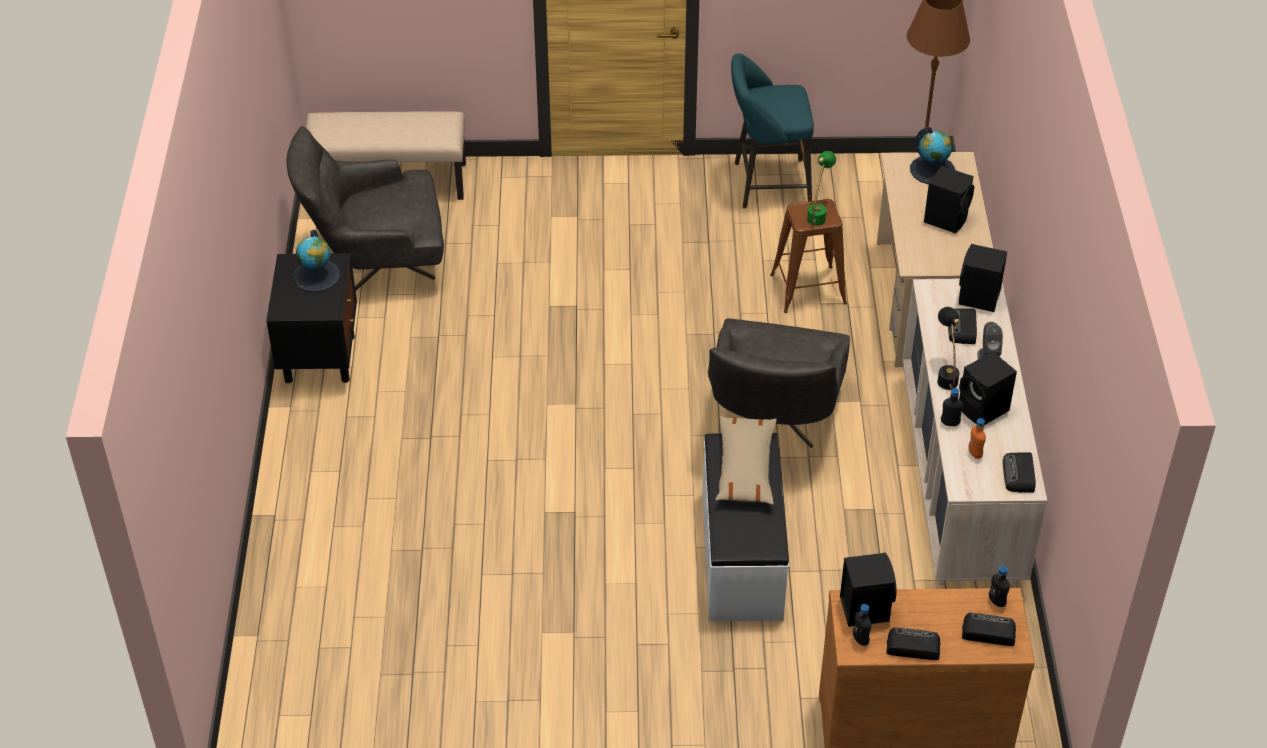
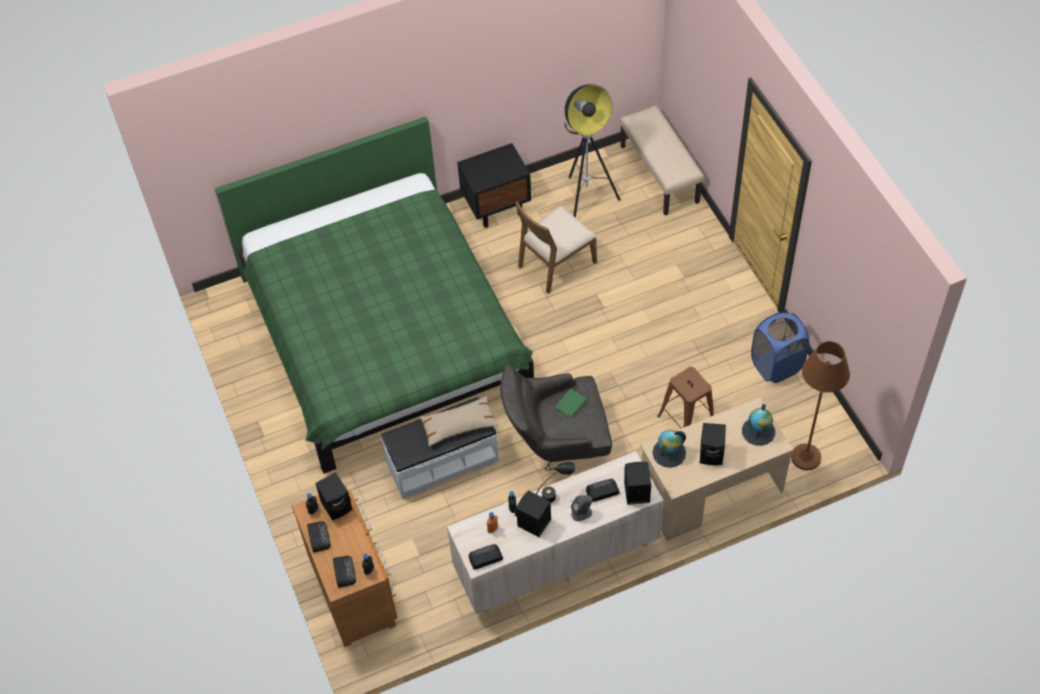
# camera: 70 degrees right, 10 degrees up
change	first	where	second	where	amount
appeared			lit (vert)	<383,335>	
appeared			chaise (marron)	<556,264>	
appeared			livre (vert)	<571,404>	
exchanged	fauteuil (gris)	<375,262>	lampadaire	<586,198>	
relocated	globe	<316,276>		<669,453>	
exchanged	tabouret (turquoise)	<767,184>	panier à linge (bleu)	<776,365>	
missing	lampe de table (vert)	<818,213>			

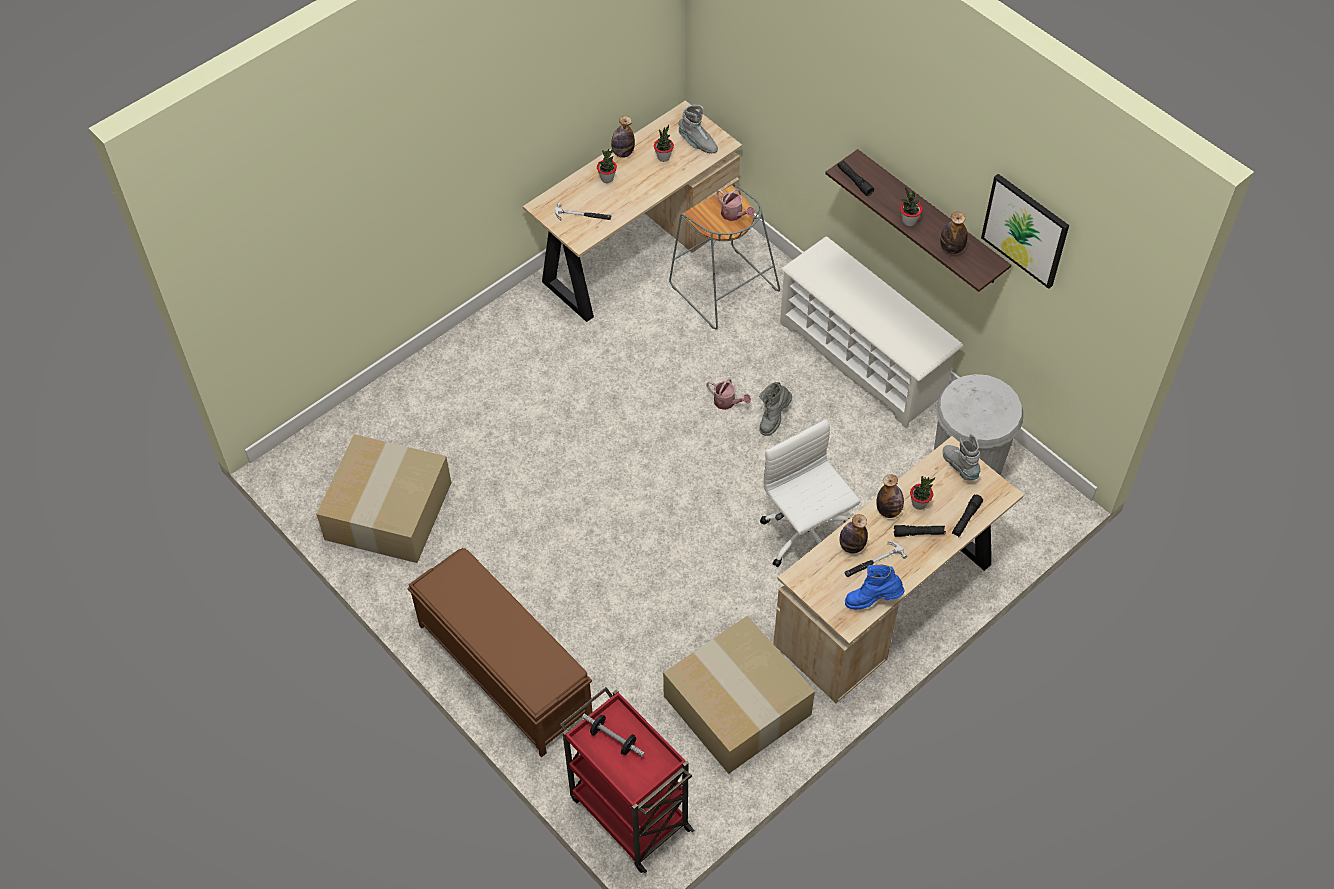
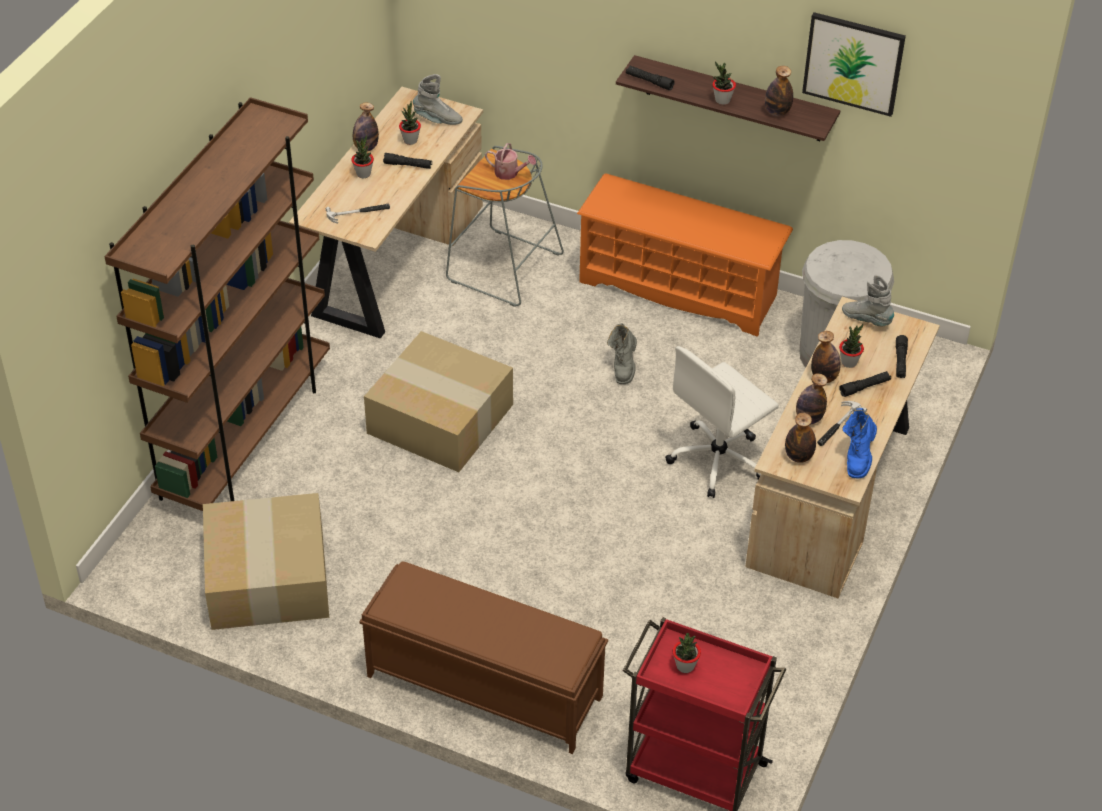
# camera: 25 degrees left, 10 degrees down
change	first	where	second	where	amount
appeared			bibliothèque (marron)	<246,435>	
relocated	carton	<734,705>		<438,419>	
appeared			lampe de poche (noir)	<408,165>	
colour	étagère à chaussures (blanc)	<863,358>	étagère à chaussures (orange)	<679,289>	
spun	chaise de bureau (blanc)	<806,536>		<719,460>	75 degrees counterclockwise
exchanged	haltère	<613,739>	plante en pot	<685,666>	
appeared			bouteille	<798,456>	
spun	botte (bleu)	<872,600>		<858,458>	45 degrees counterclockwise
missing	arrosoir	<727,402>			

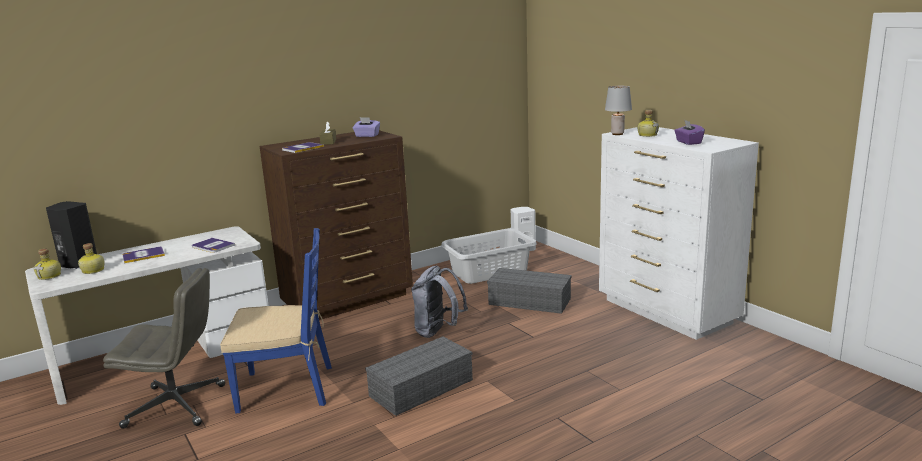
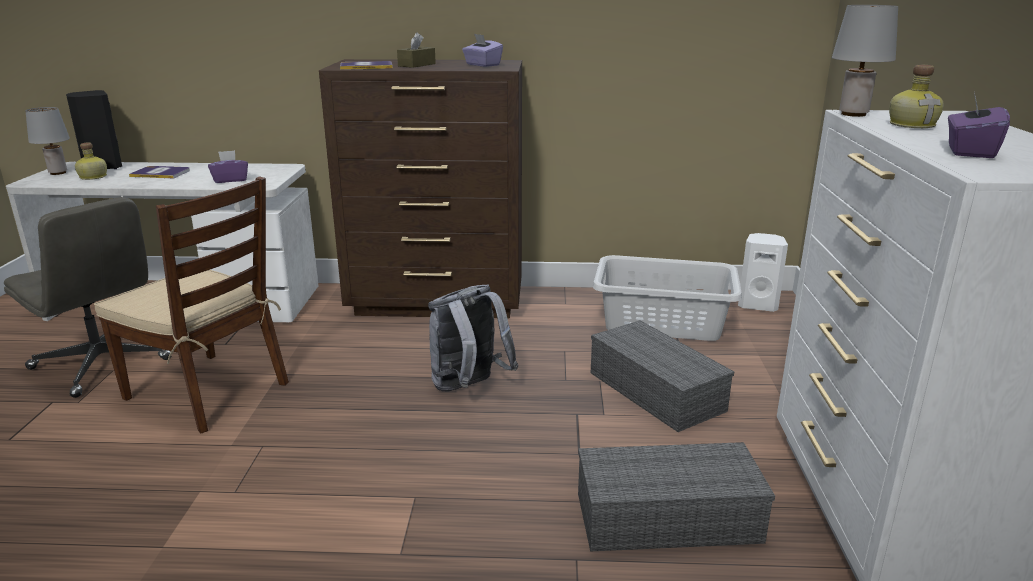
# camera: 35 degrees right, 5 degrees up
change	first	where	second	where	amount
exchanged	bouteille	<50,276>	lampe de table (gris)	<58,173>	
colour	chaise (bleu)	<287,388>	chaise (marron)	<208,391>	
exchanged	livre	<213,246>	boîte à mouchoirs (violet)	<230,180>	
relocated	boîte de rangement (gris)	<422,387>		<669,516>	

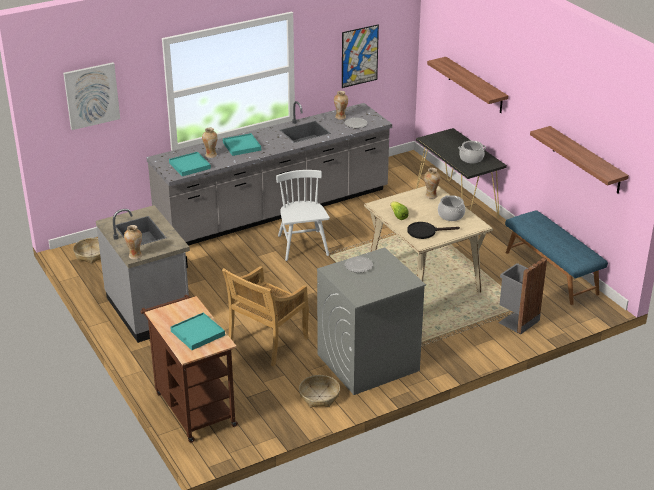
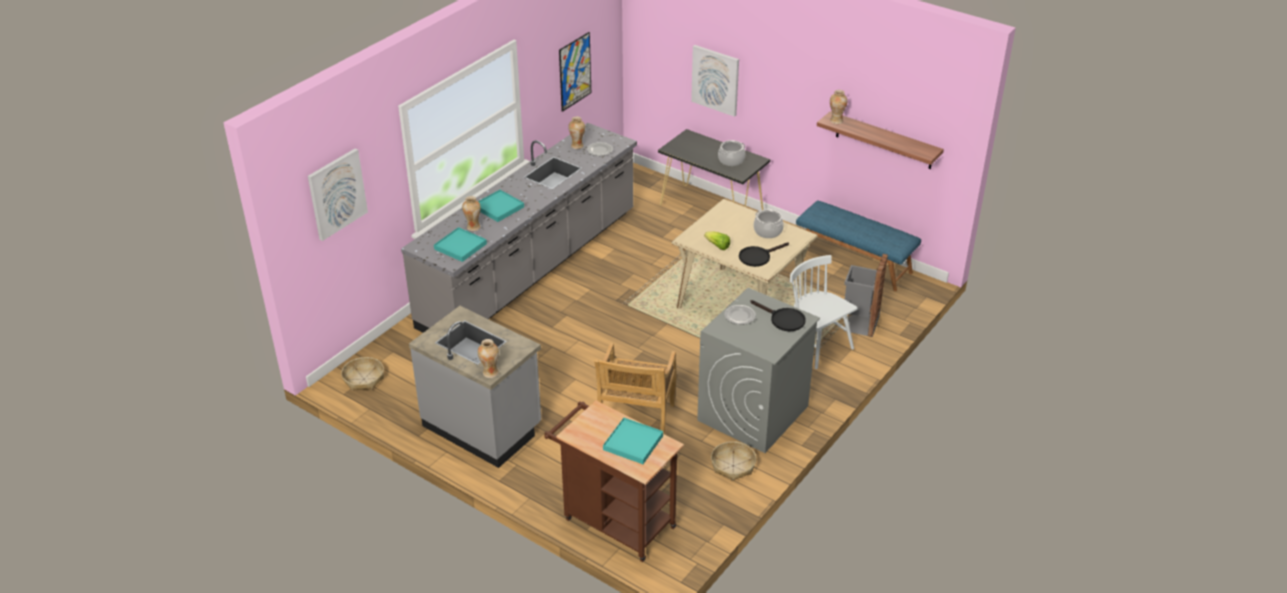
# camera: 25 degrees left, 5 degrees up
change	first	where	second	where	amount
exchanged	étagère	<475,85>	tableau	<715,80>	
appeared			poêle (noir)	<783,319>	
relocated	chaise (blanc)	<303,246>		<816,345>	
relocated	vase	<431,196>		<836,121>	

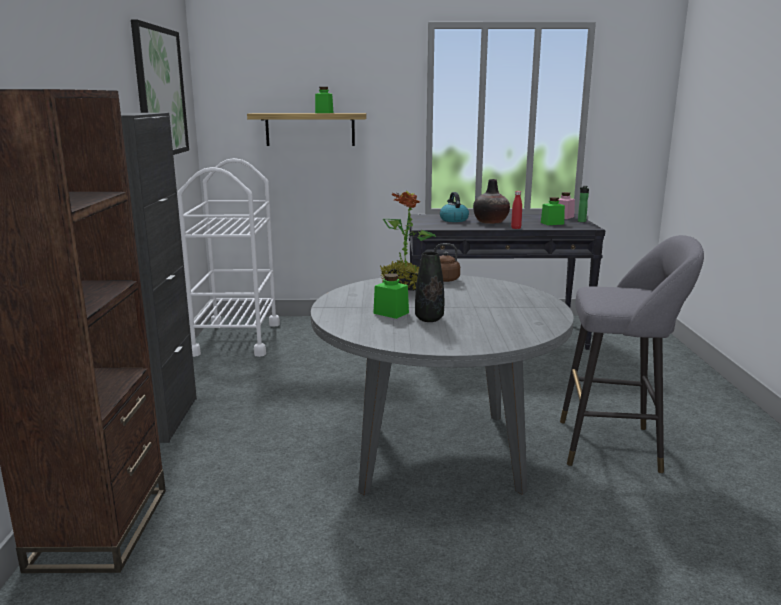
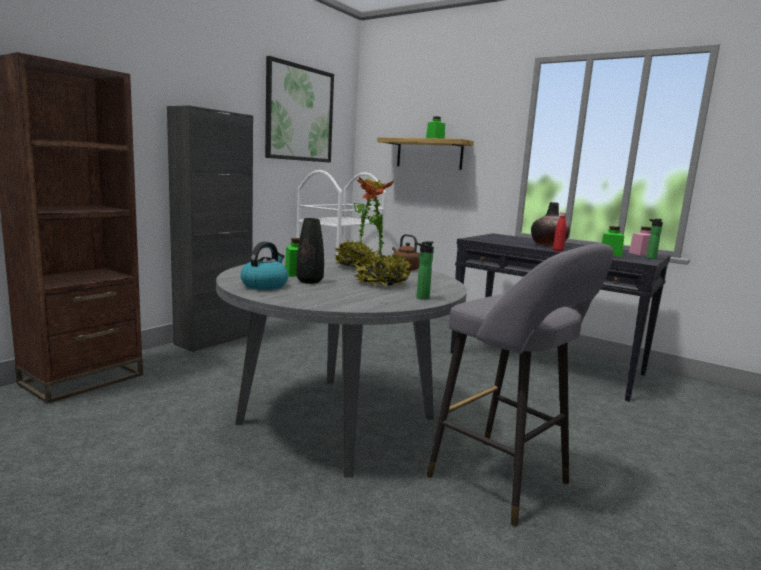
# camera: 35 degrees right, 5 degrees down
change	first	where	second	where	amount
relocated	bouilloire	<453,220>		<265,285>	
appeared			plante en pot	<382,283>	
appeared			bouteille	<420,298>	

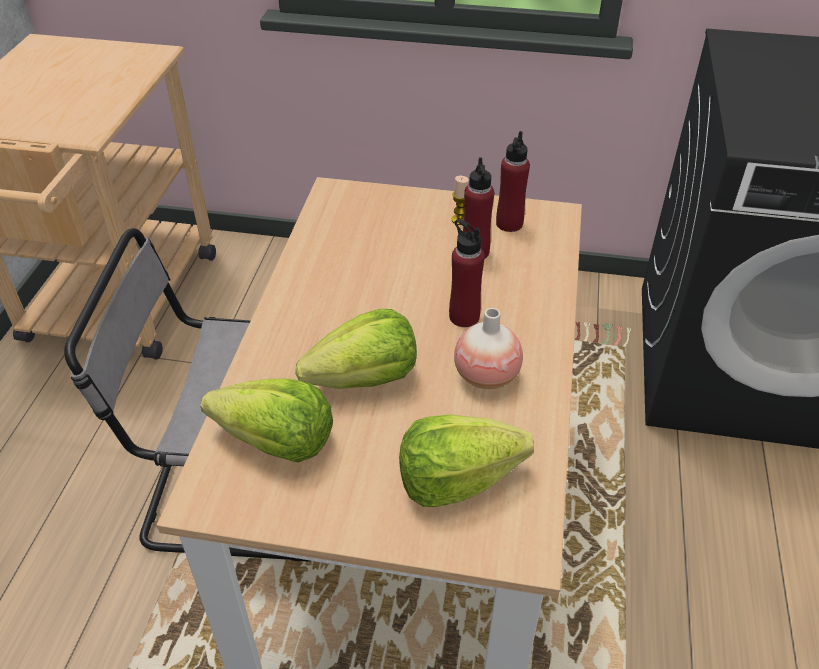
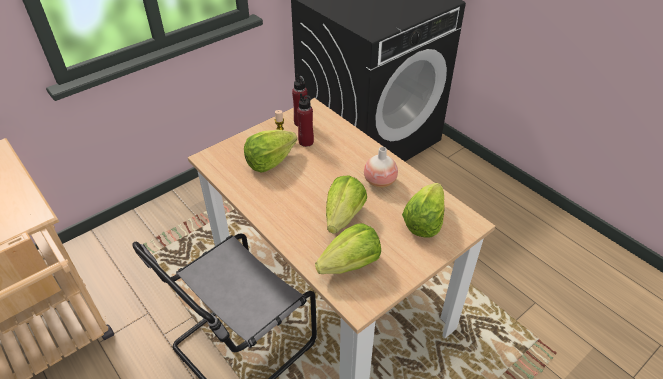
# camera: 50 degrees left, 0 degrees up
change	first	where	second	where	amount
appeared			laitue	<270,161>	
missing	bouteille (rouge)	<464,316>			

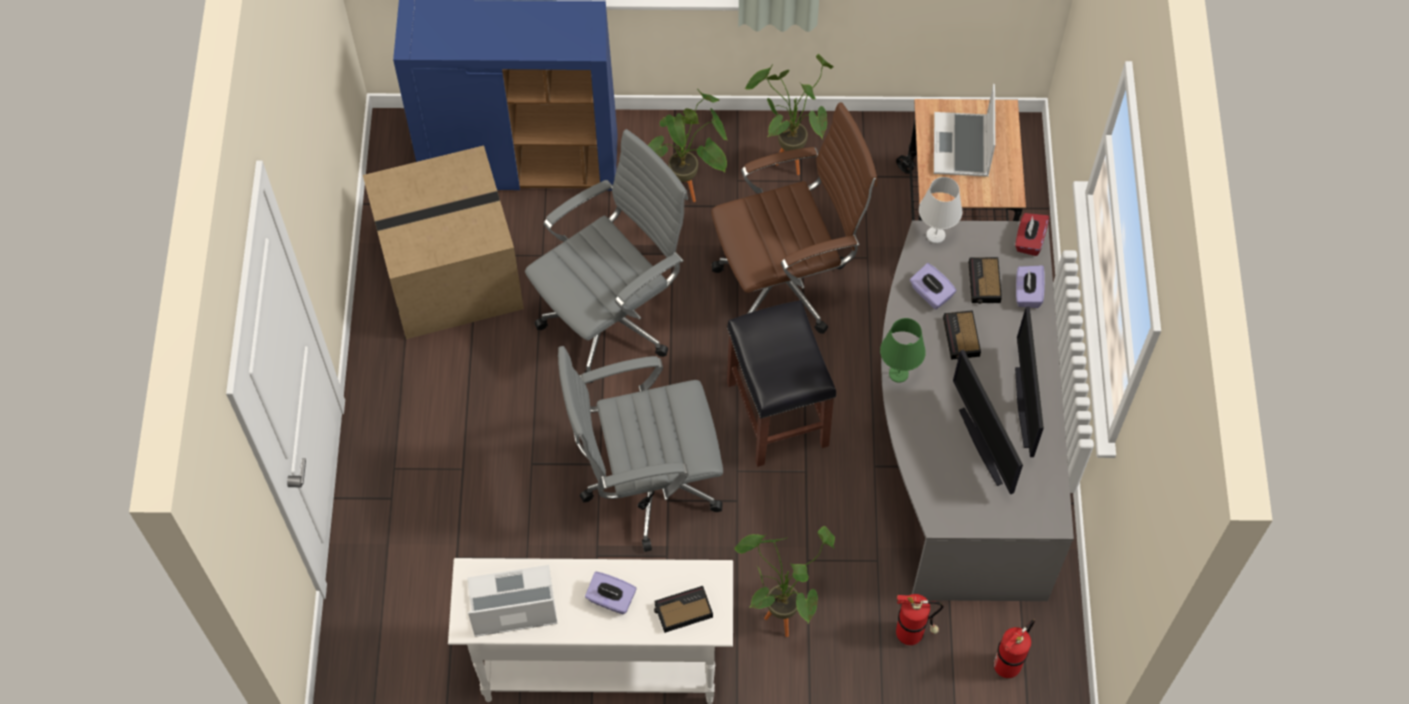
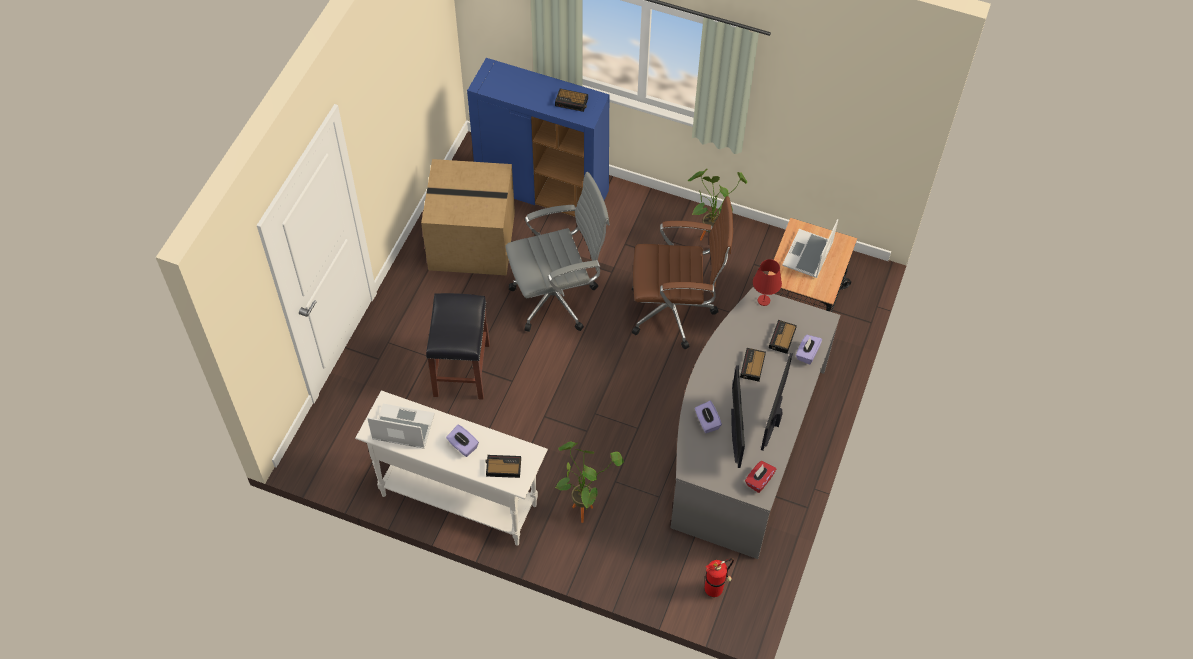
# camera: 20 degrees right, 5 degrees down
change	first	where	second	where	amount
relocated	tabouret (noir)	<776,413>		<461,369>	
appeared			réveil	<572,102>	
relocated	boîte à mouchoirs (violet)	<930,294>		<707,422>	
relocated	boîte à mouchoirs (rouge)	<1029,240>		<759,480>	
colour	lampe de table (blanc)	<935,235>	lampe de table (rouge)	<764,300>	
missing	chaise de bureau (gris)	<645,485>			
missing	plante en pot	<691,192>			
missing	lampe de table (vert)	<898,373>			
missing	extincteur	<912,634>			

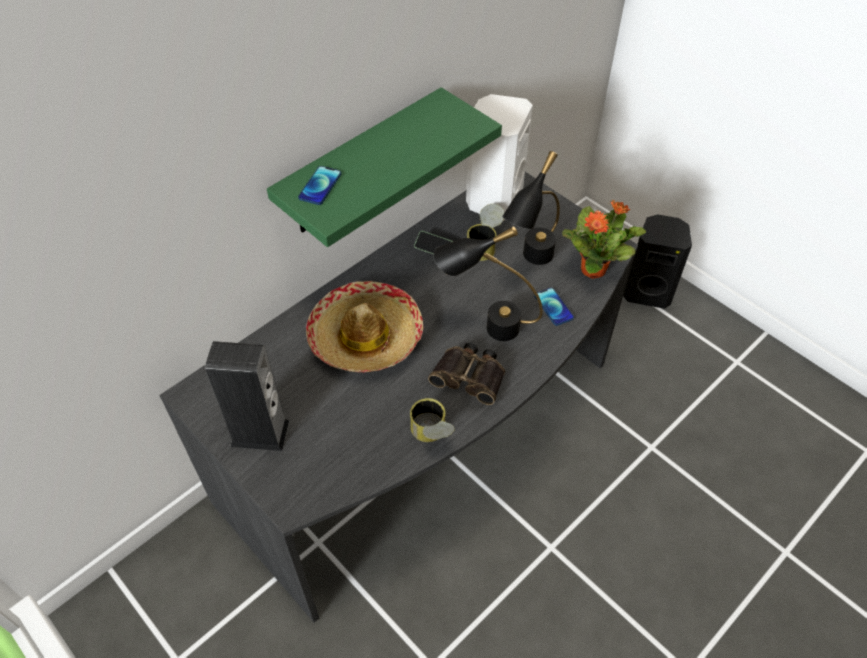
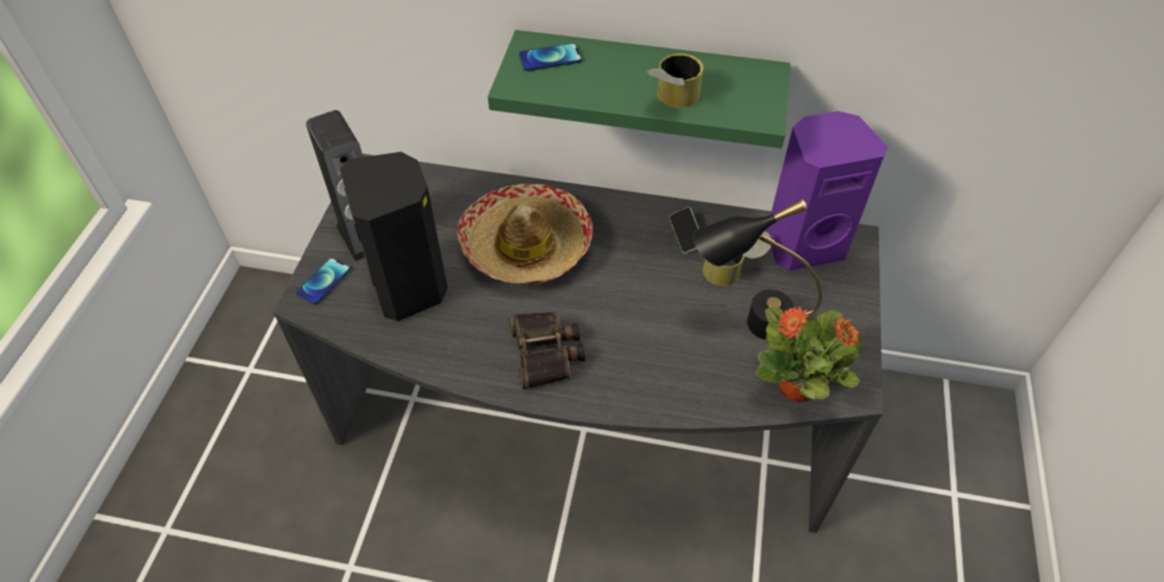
# camera: 55 degrees right, 0 degrees up
change	first	where	second	where	amount
relocated	téléphone	<553,307>		<324,281>	
relocated	enceinte (noir)	<647,292>		<411,287>	
relocated	boîte métallique	<431,436>		<671,101>	
colour	enceinte (blanc)	<493,200>	enceinte (violet)	<803,243>	
missing	lampe de table (noir)	<486,326>			

